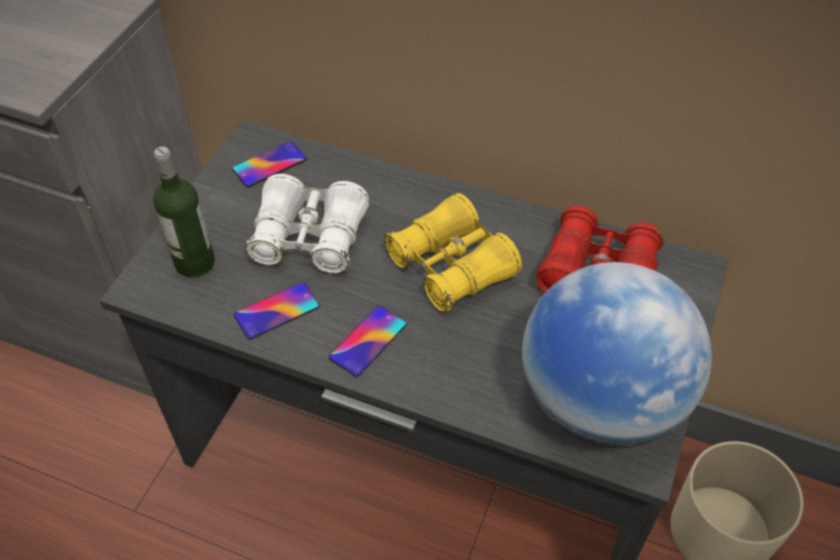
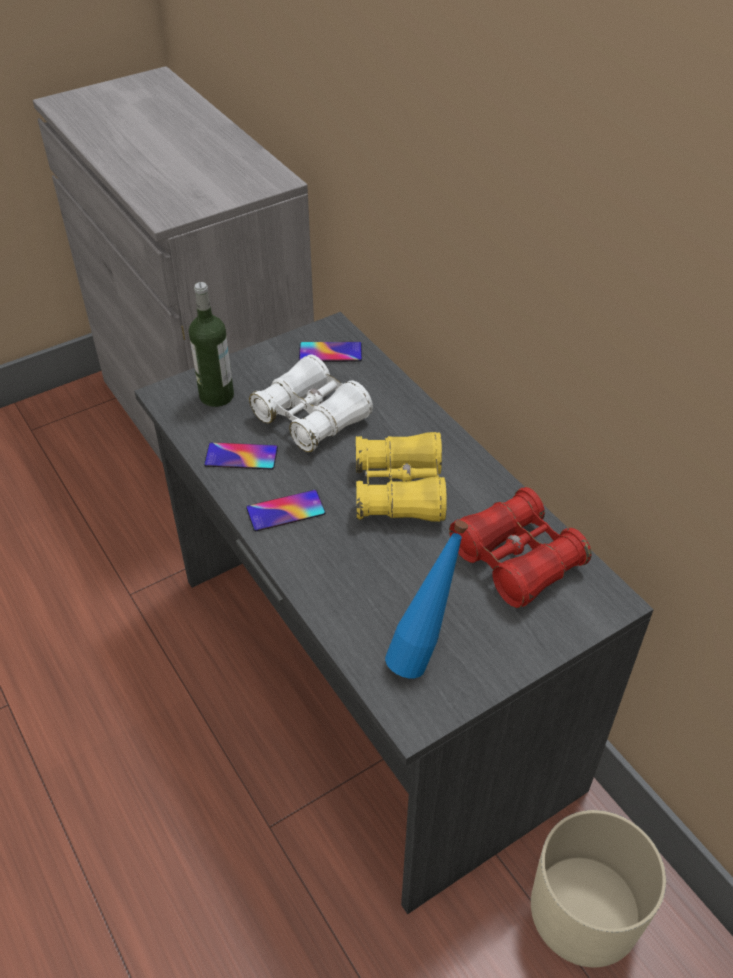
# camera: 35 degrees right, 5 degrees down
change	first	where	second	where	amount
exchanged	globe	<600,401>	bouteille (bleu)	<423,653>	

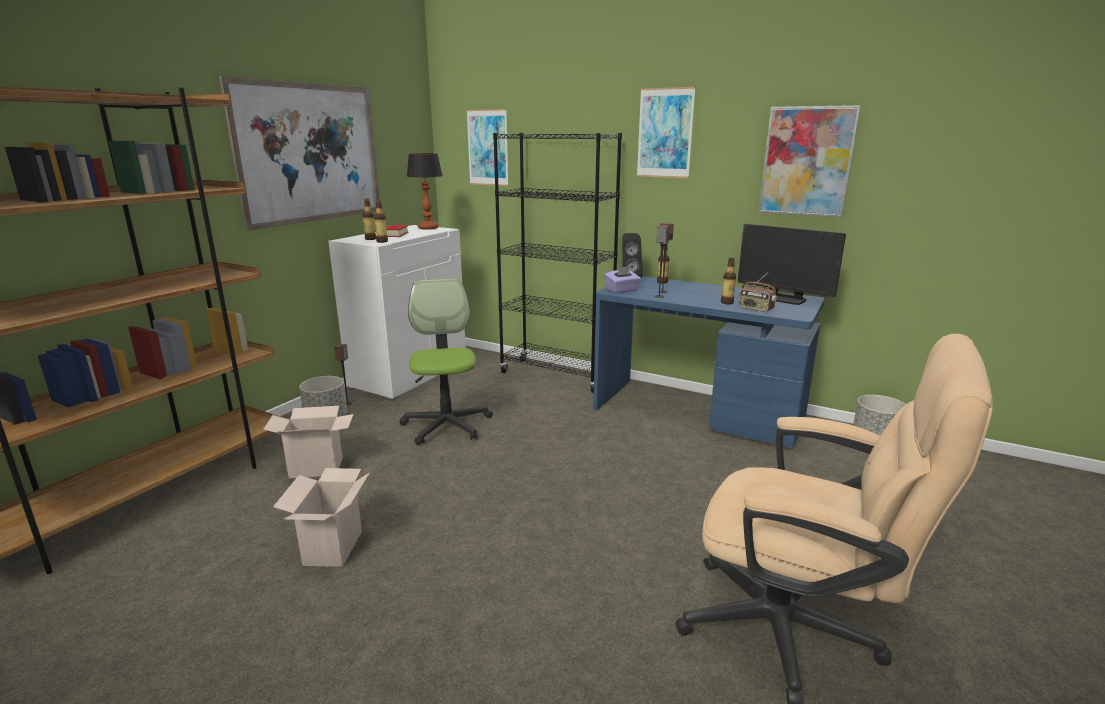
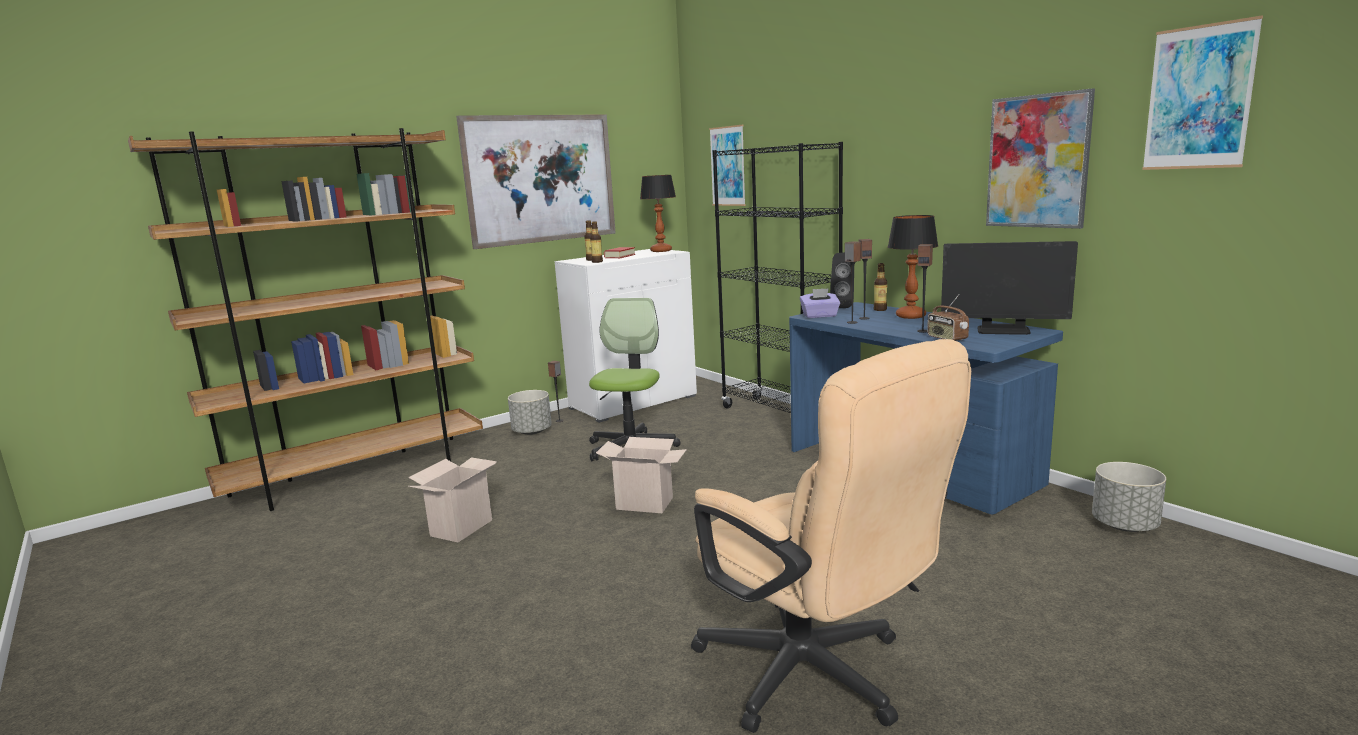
# camera: 25 degrees right, 5 degrees down
change	first	where	second	where	amount
relocated	carton	<318,467>		<646,503>	
appeared			lampe de table	<911,316>	
exchanged	bouteille	<727,302>	enceinte	<922,331>	
spun	écran d'ordinateur	<784,299>		<1003,330>	45 degrees counterclockwise
relocated	tableau	<665,133>		<1199,98>	

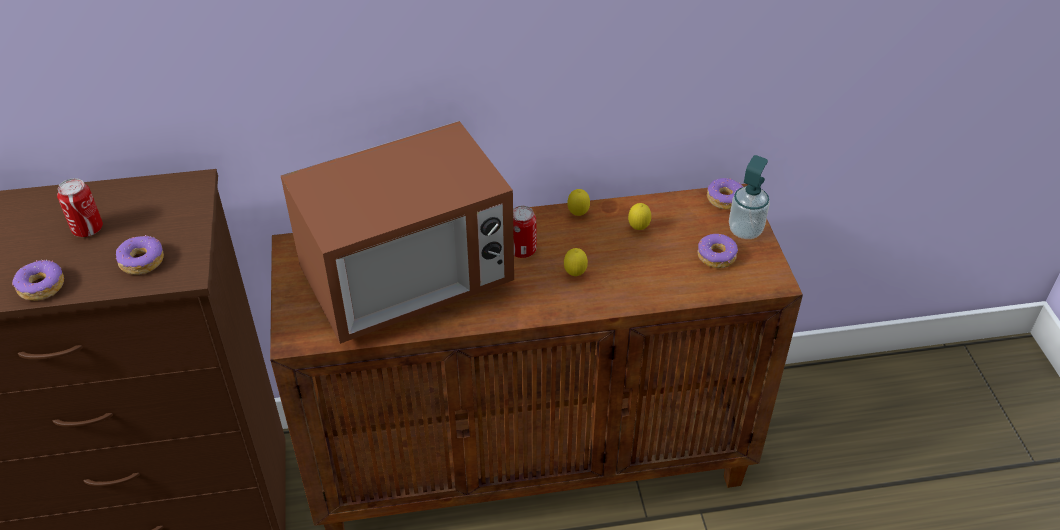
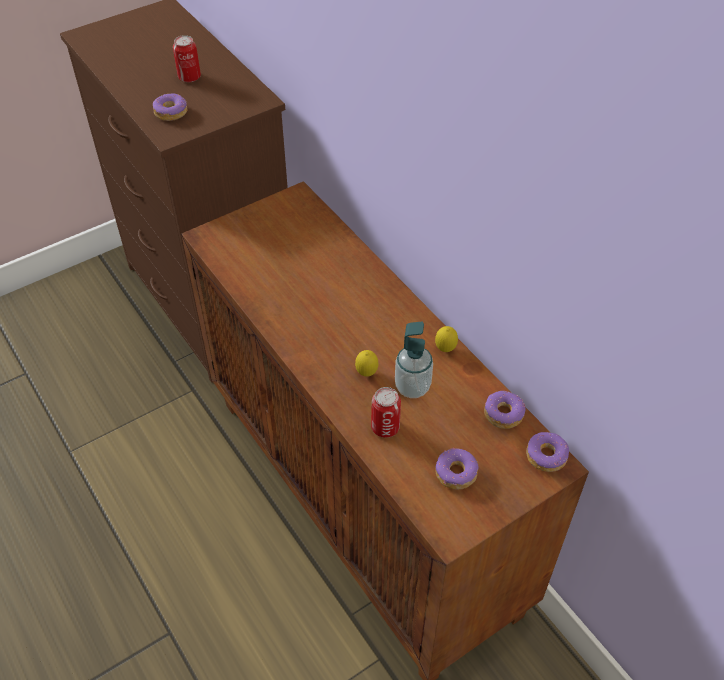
# camera: 65 degrees right, 5 degrees up
change	first	where	second	where	amount
relocated	boîte métallique	<522,250>		<385,427>	
relocated	distributeur de savon	<745,230>		<412,387>	
relocated	beignet	<41,286>		<503,414>	
missing	micro-ondes	<407,282>			
missing	citron	<638,229>			

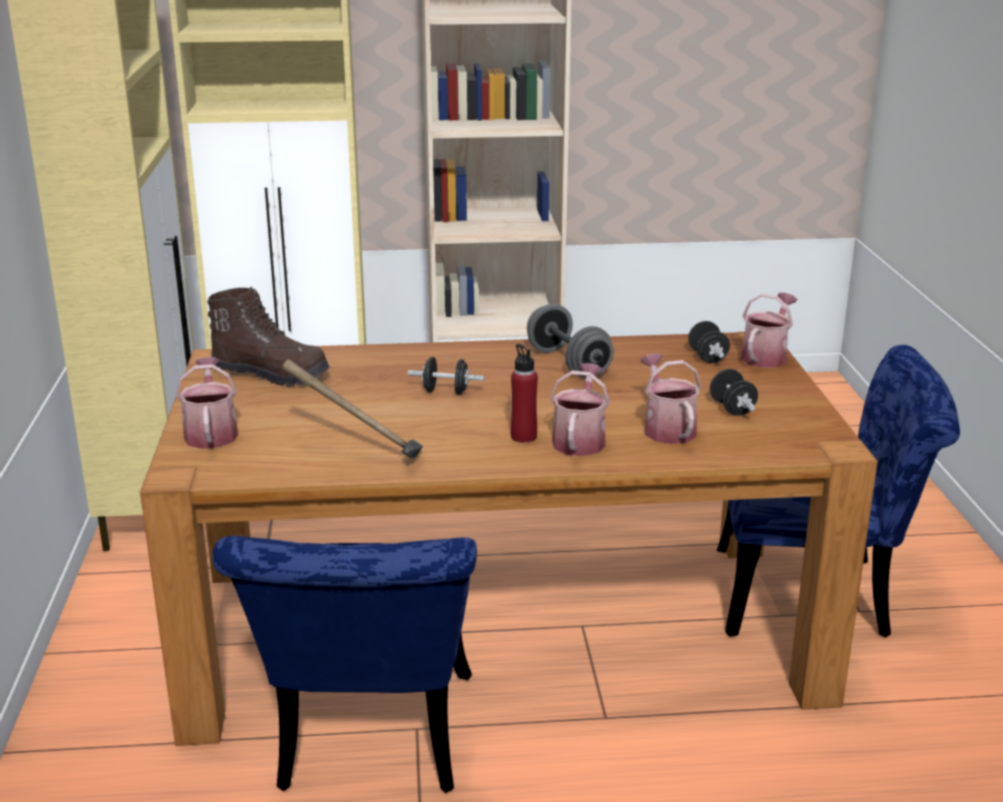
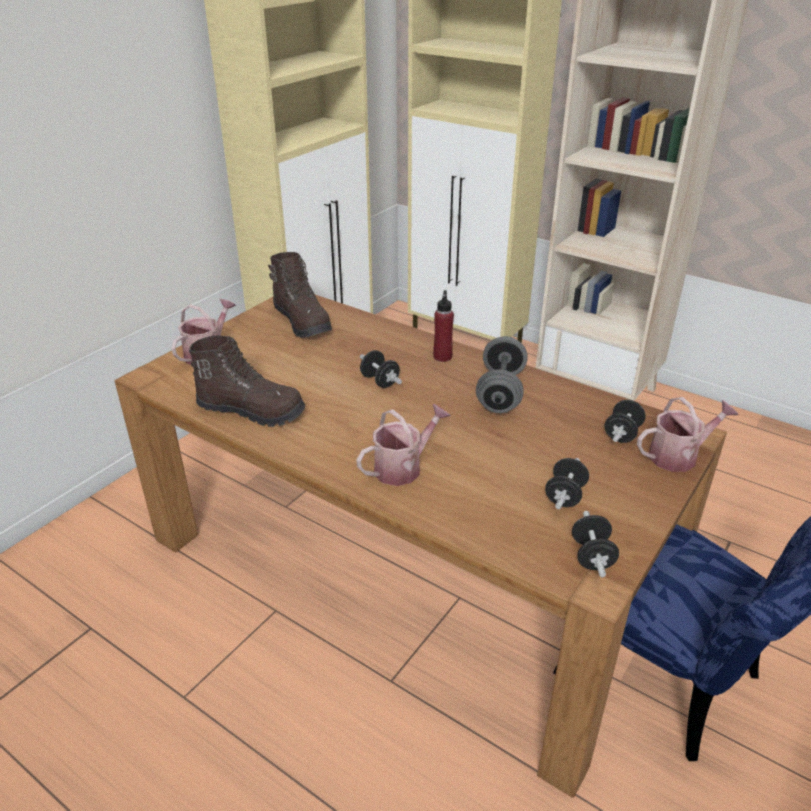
# camera: 40 degrees right, 10 degrees up
change	first	where	second	where	amount
exchanged	marteau	<360,456>	botte (marron)	<252,410>	
relocated	bouteille (rouge)	<523,437>		<442,357>	
appeared			haltère (noir)	<592,556>	
missing	chaise (bleu)	<370,745>			
missing	arrosoir	<666,428>			

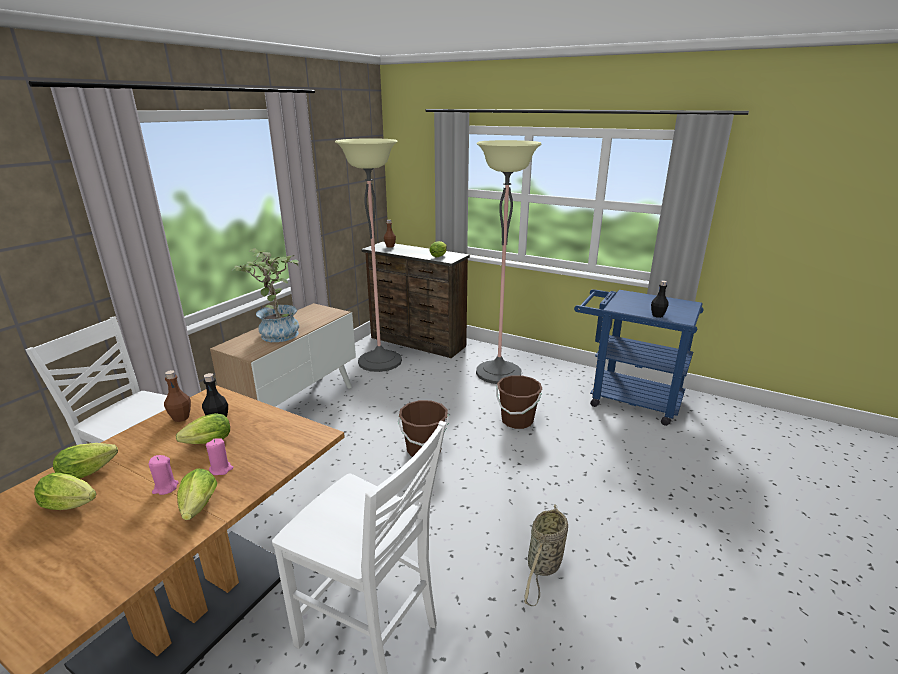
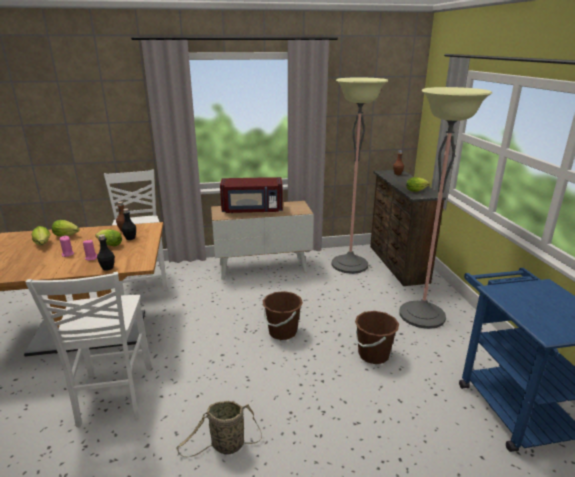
# camera: 50 degrees right, 0 degrees up
change	first	where	second	where	amount
relocated	bouteille (noir)	<657,315>		<107,268>	
exchanged	plante en pot	<277,332>	micro-ondes (rouge)	<252,210>	
missing	laitue	<198,509>			

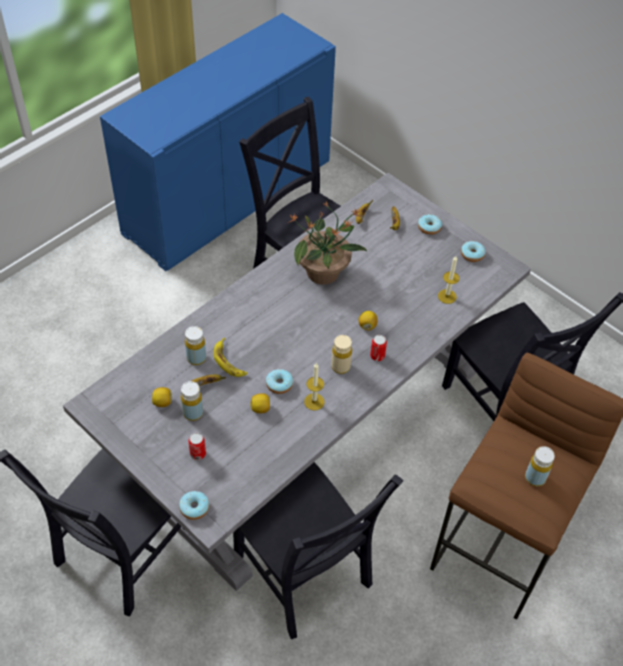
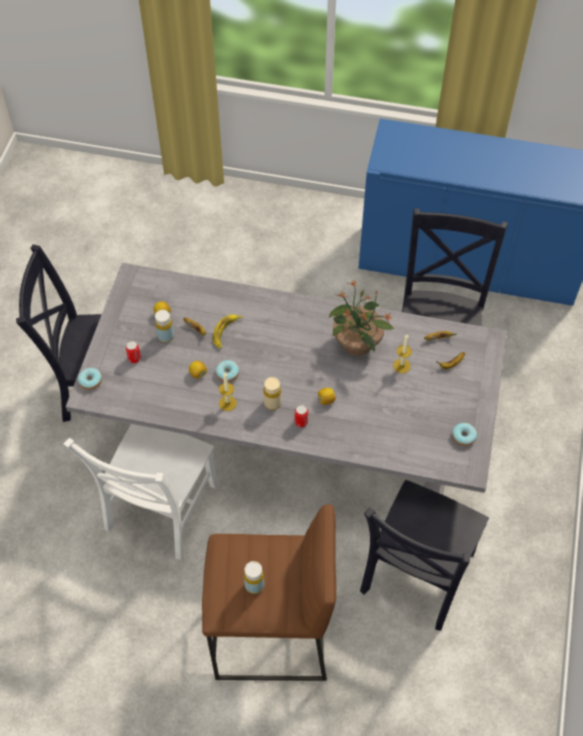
# camera: 60 degrees right, 5 degrees up
change	first	where	second	where	amount
colour	chaise (noir)	<305,576>	chaise (blanc)	<159,511>	
relocated	bougie	<447,296>		<401,366>	
missing	bouteille (jaune)	<196,358>			
missing	beignet	<429,228>			

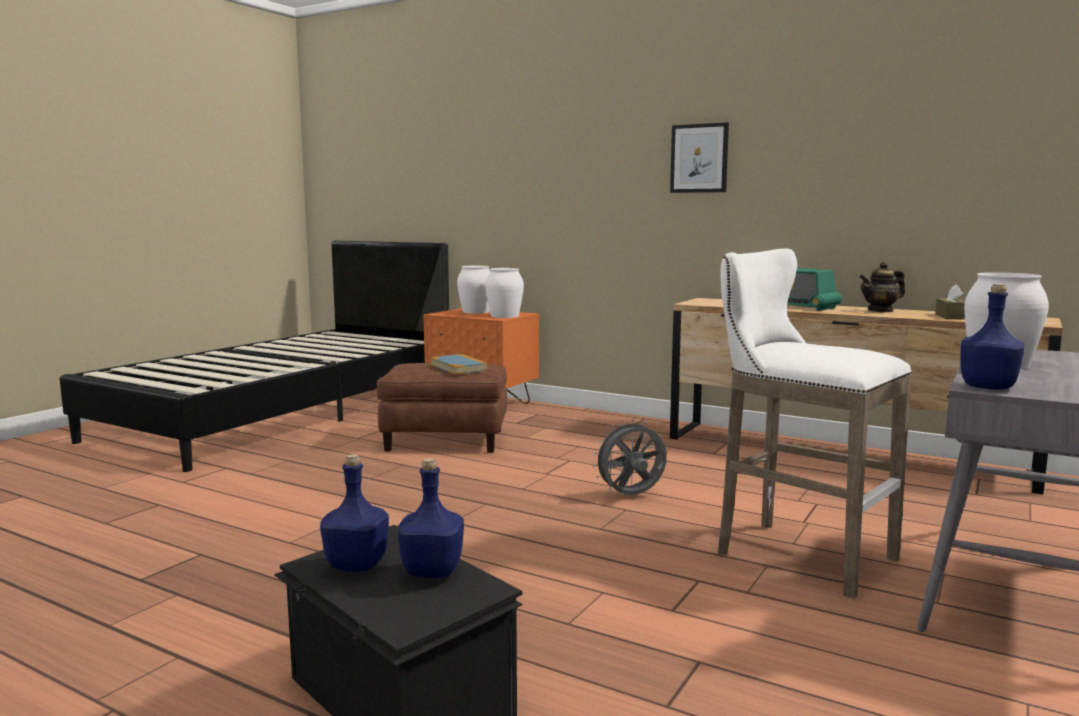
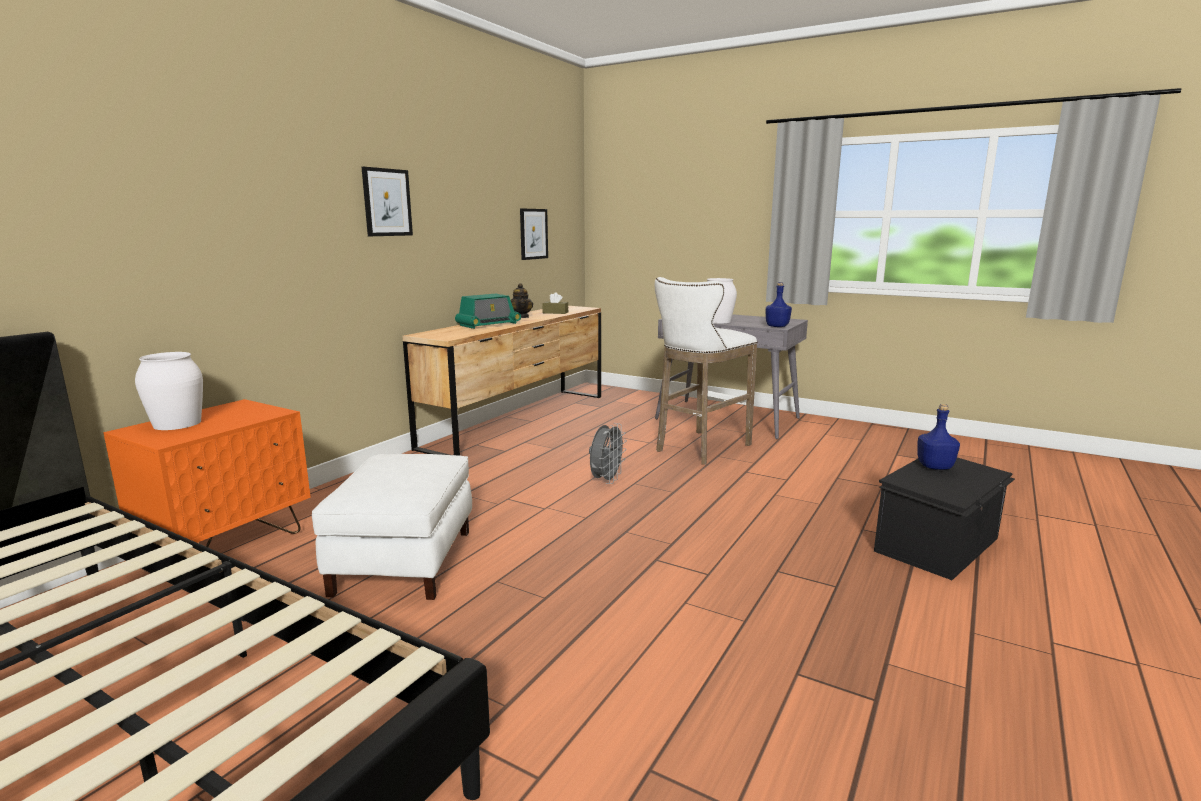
# camera: 90 degrees left, 5 degrees up
change	first	where	second	where	amount
colour	pouf (marron)	<444,441>	pouf (blanc)	<405,562>	
appeared			tableau	<533,234>	
spun	ventilateur (gris)	<631,496>		<606,480>	135 degrees counterclockwise
missing	bouteille (bleu)	<358,565>			
missing	livre	<459,367>			
missing	vase (blanc)	<504,316>			

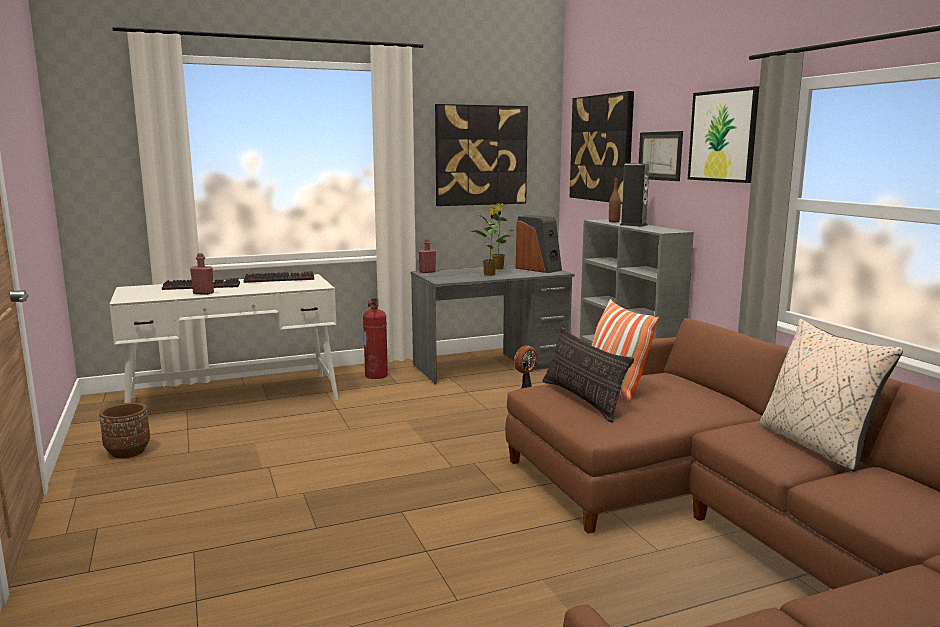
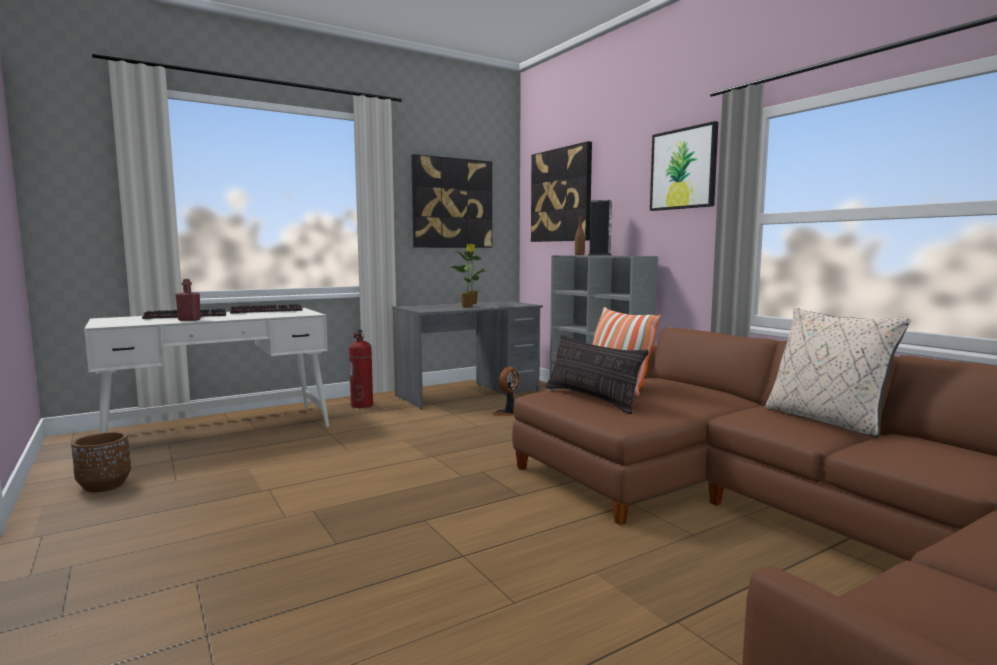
# camera: 10 degrees left, 5 degrees down
change	first	where	second	where	amount
missing	bouteille (rouge)	<427,272>			
missing	enceinte	<538,269>			
missing	tableau	<660,156>			

